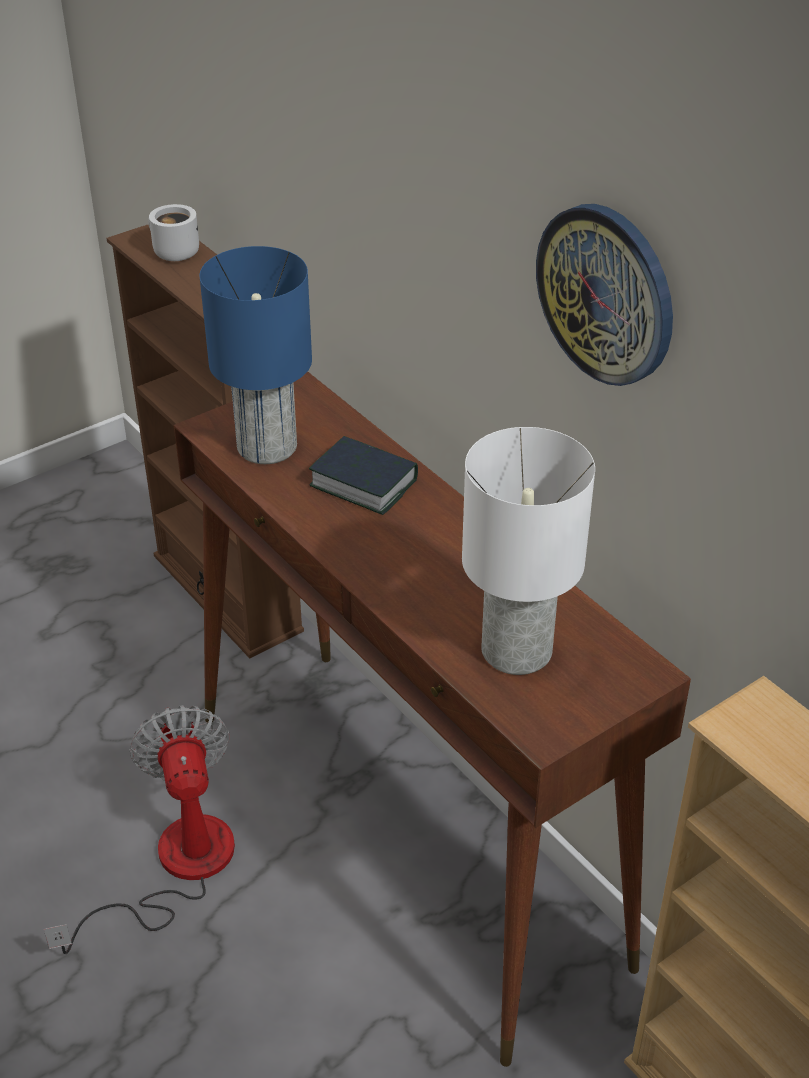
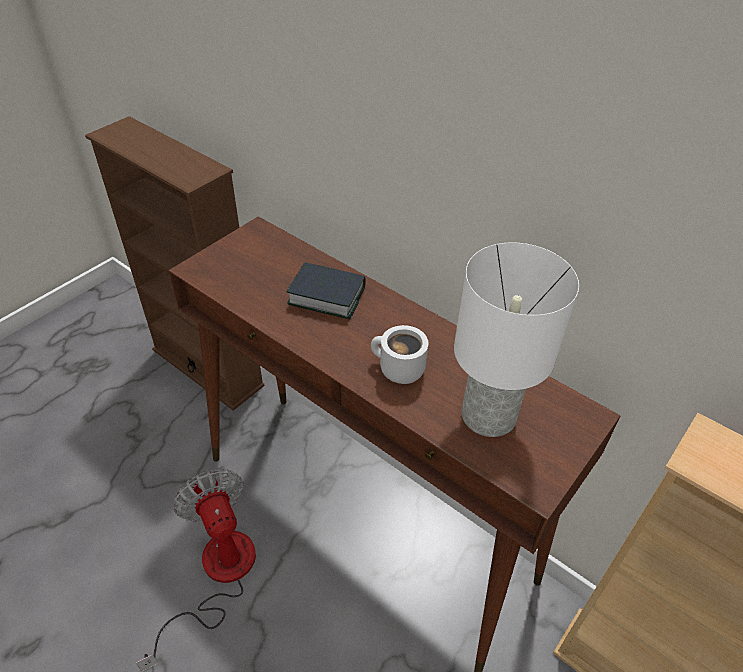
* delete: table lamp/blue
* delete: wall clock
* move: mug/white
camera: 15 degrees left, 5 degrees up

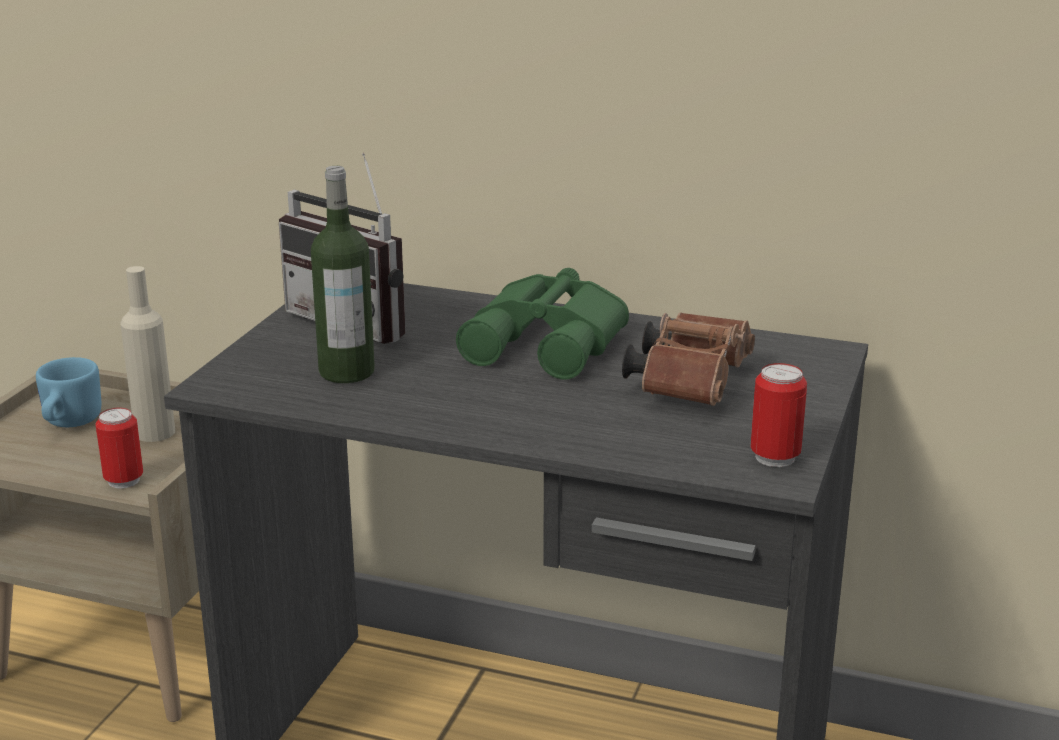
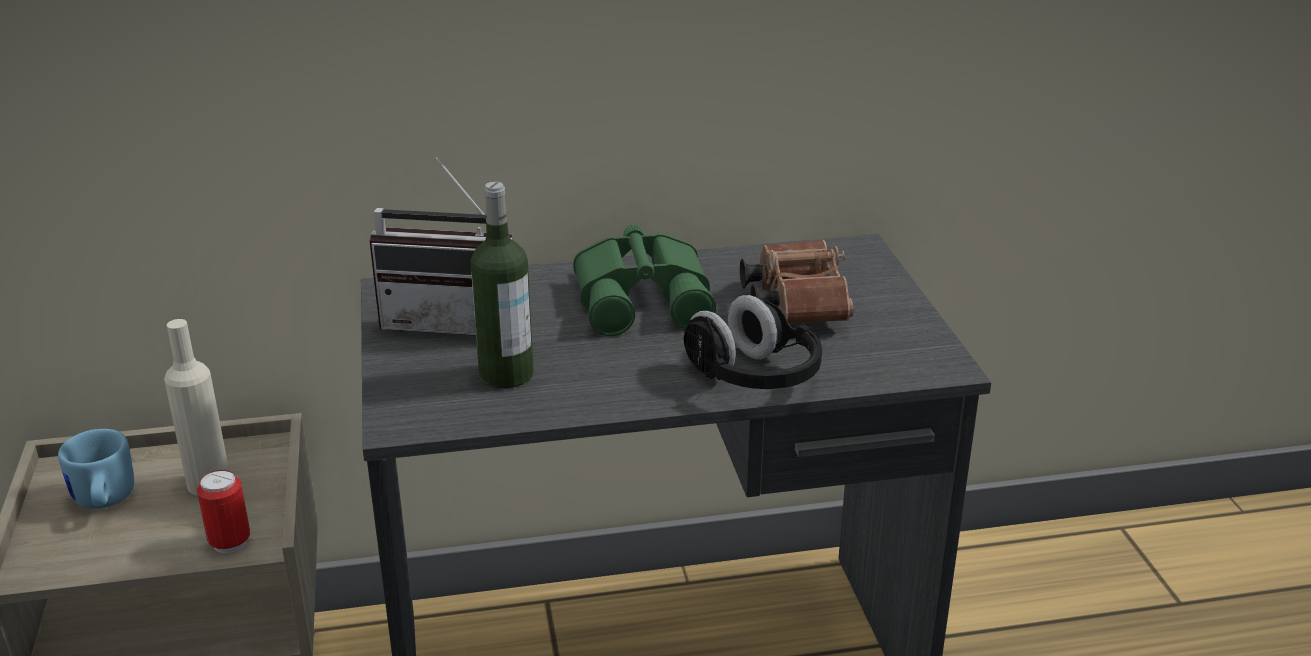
* delete: can (2nd from left)
* insert: headphones/black
camera: 30 degrees left, 5 degrees up

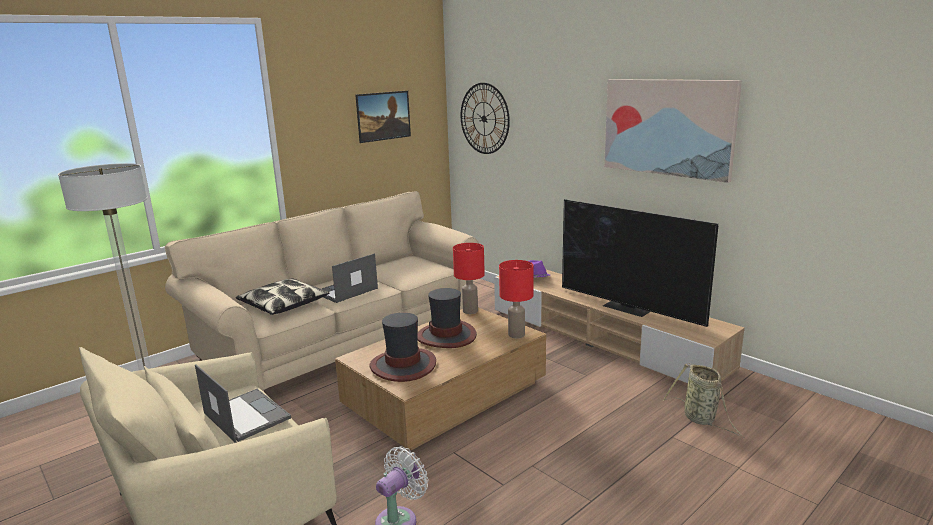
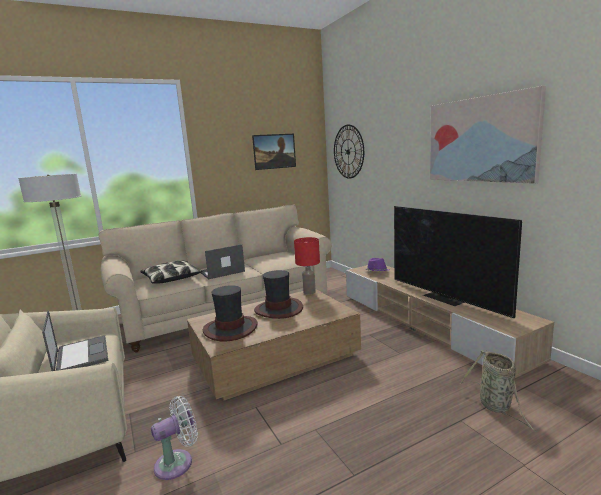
* delete: table lamp/red (2nd from left)
camera: 15 degrees right, 5 degrees down

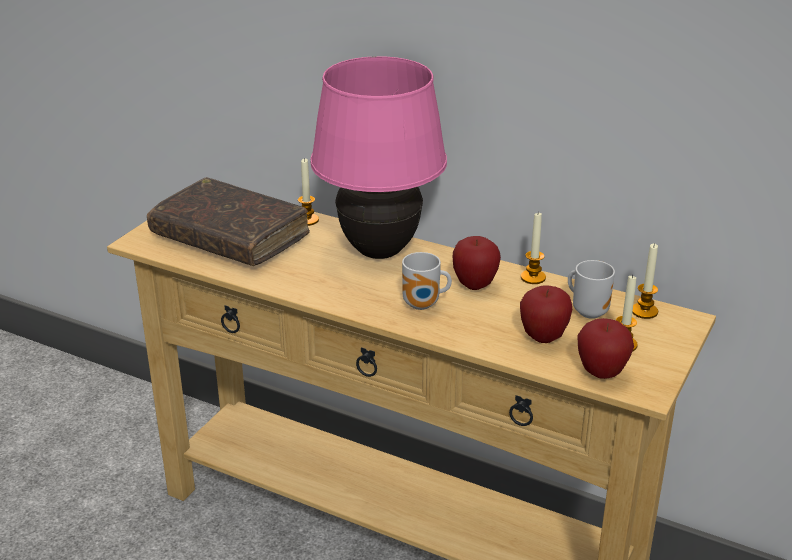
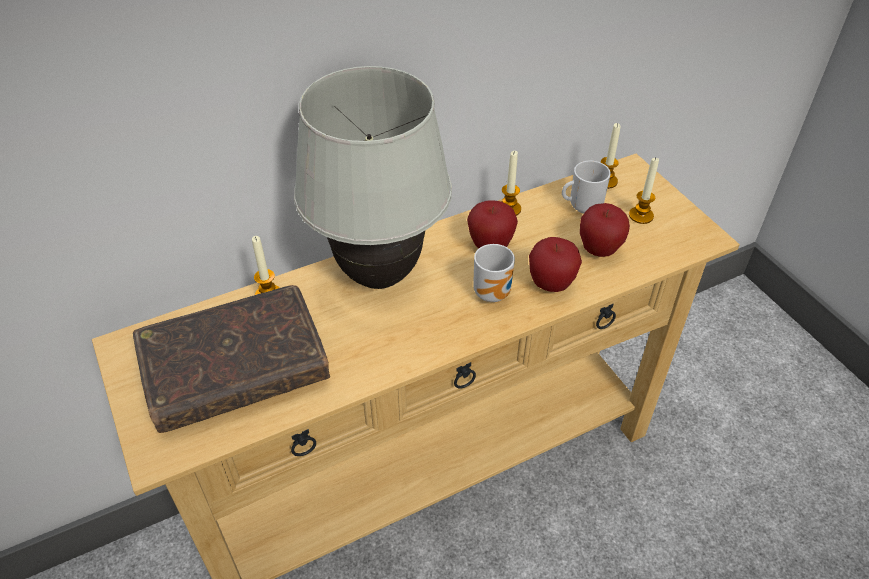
* move: apple (3rd from left in the first image) to apple (2nd from left)
* recolor: table lamp/pink to table lamp/white
camera: 55 degrees left, 15 degrees up

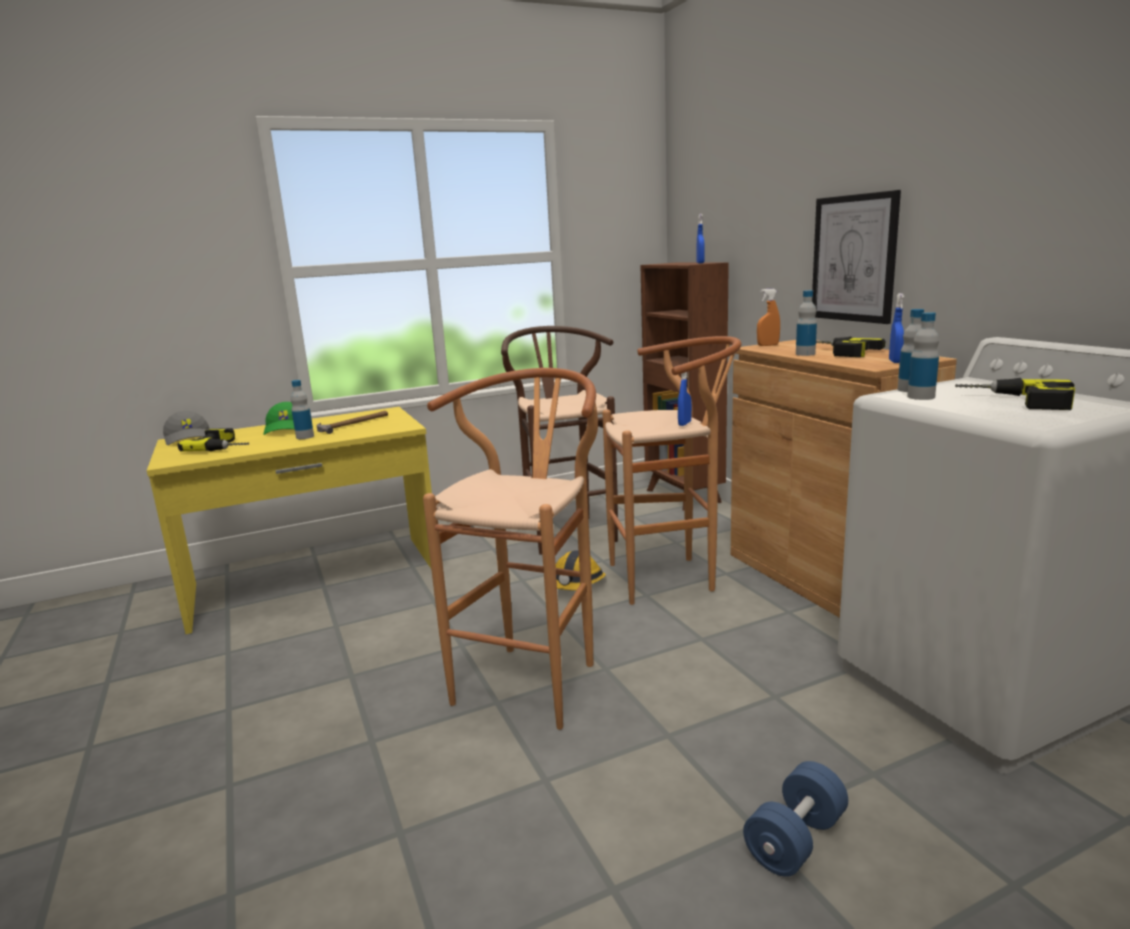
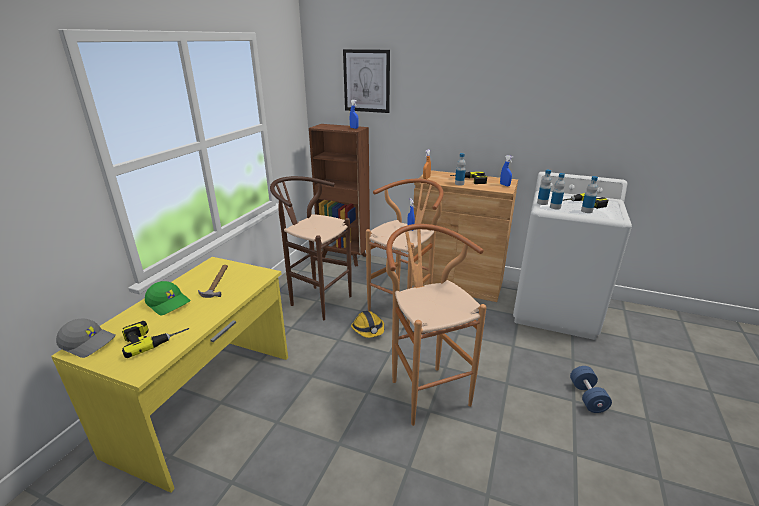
* move: bottle (1st from left in the first image) to bottle (4th from left)
* move: picture
camera: 45 degrees left, 10 degrees up

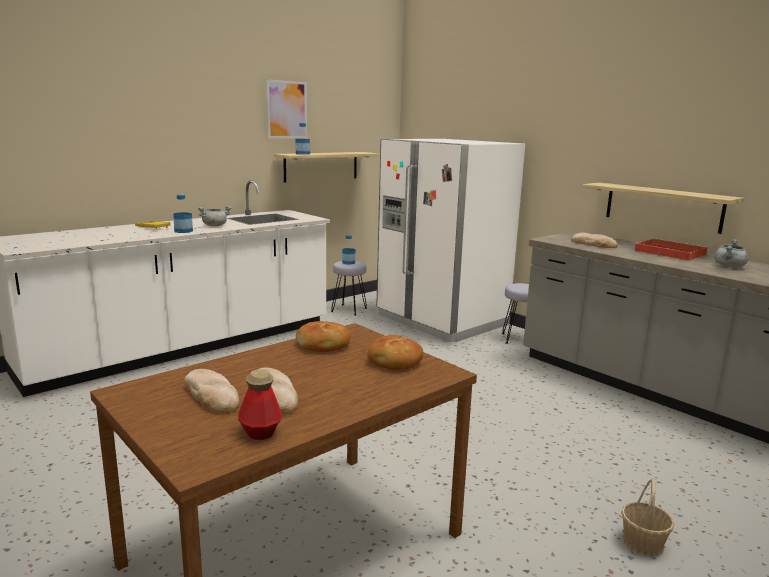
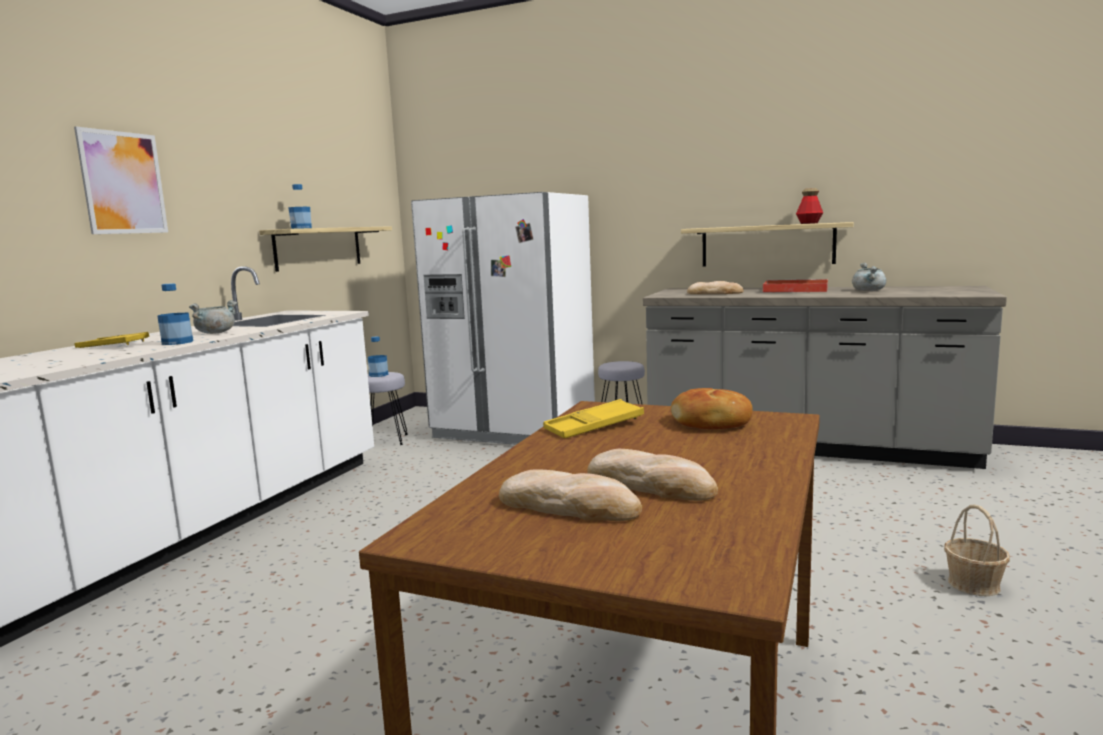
* move: bottle (2nd from left in the first image) to bottle (4th from left)
* move: picture
* replace: bread (3rd from left) to tray/yellow (2nd from left)
camera: 25 degrees left, 5 degrees down

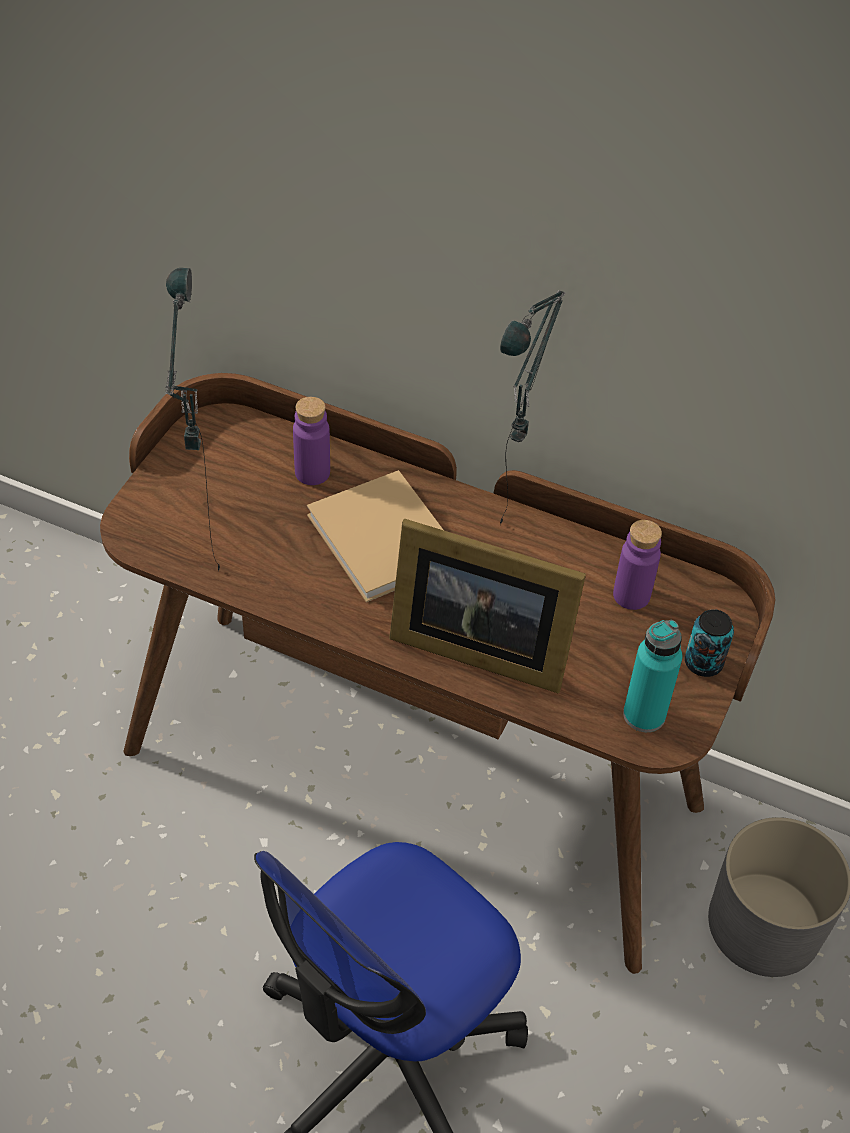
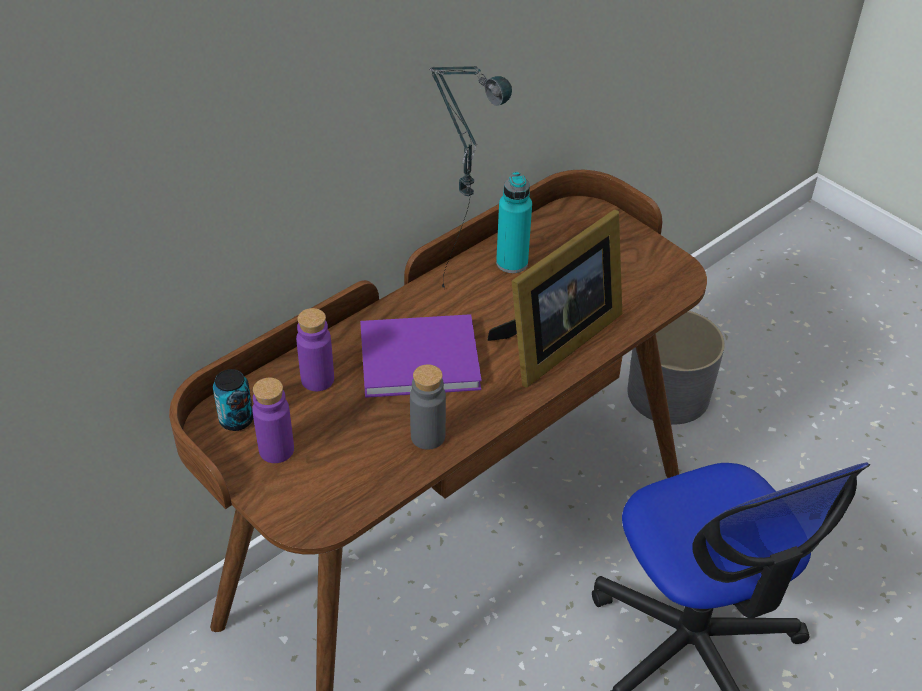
* delete: table lamp (1st from left)
* insert: bottle/grey
* move: bottle/purple (2nd from left in the first image) to bottle/purple (1st from left)
* move: bottle/turquoise
* move: can
* recolor: book/beige to book/purple
camera: 65 degrees left, 5 degrees down

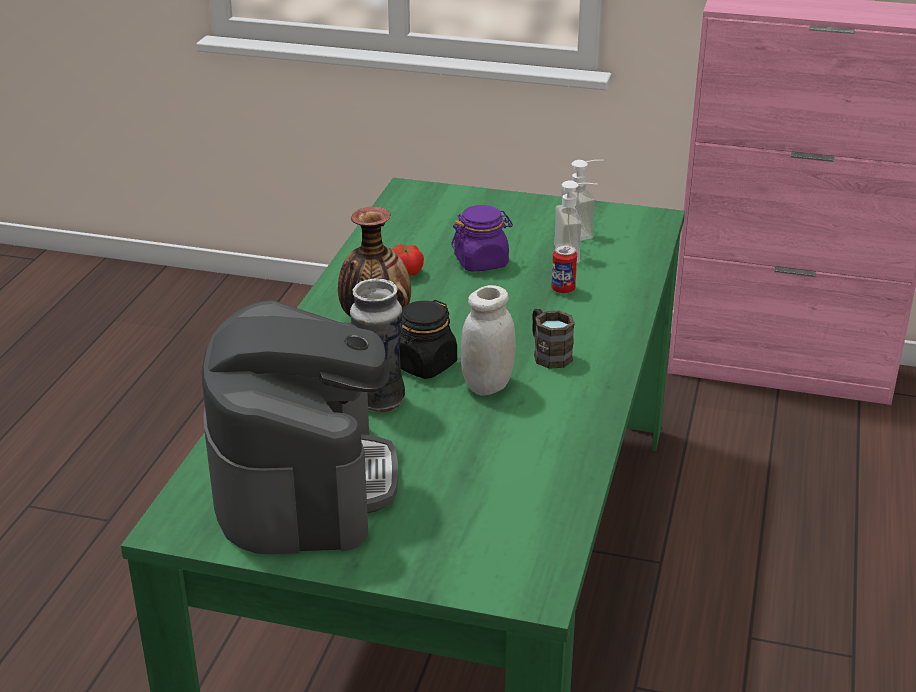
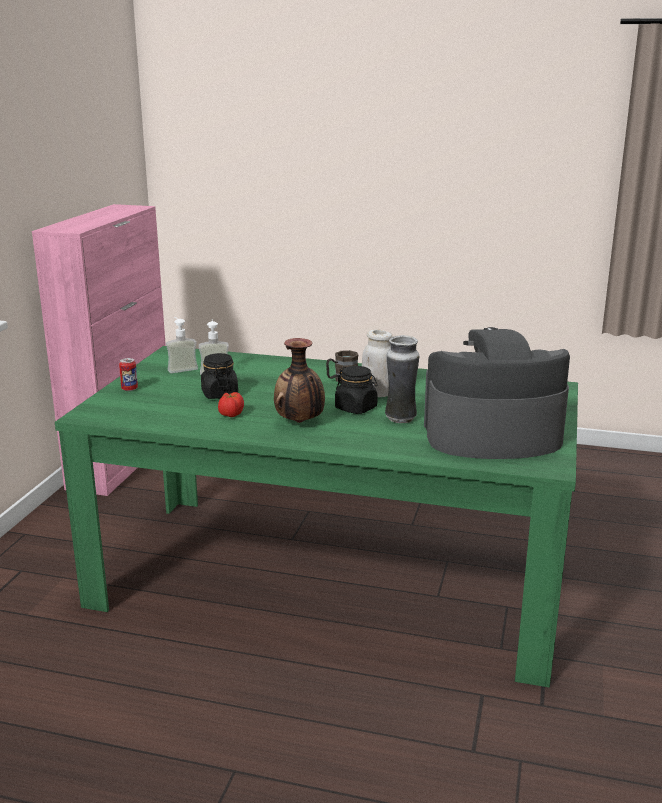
* move: can
* recolor: jar/purple to jar/black (1st from left)
camera: 90 degrees left, 10 degrees down

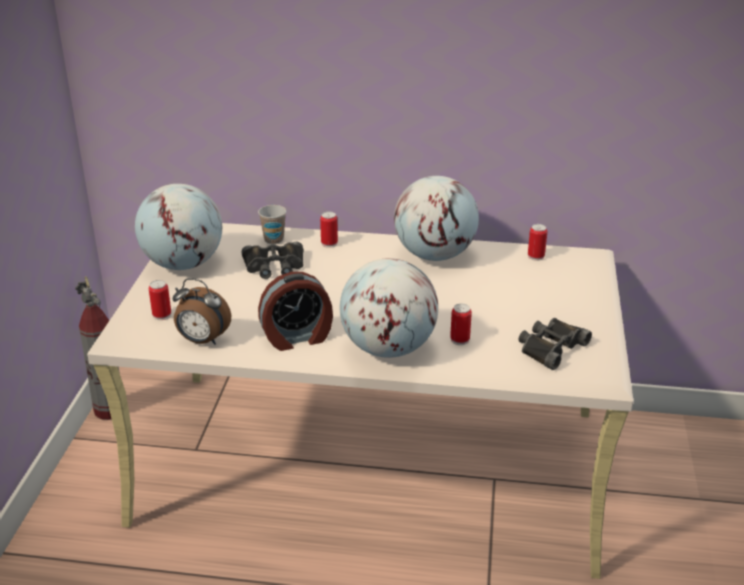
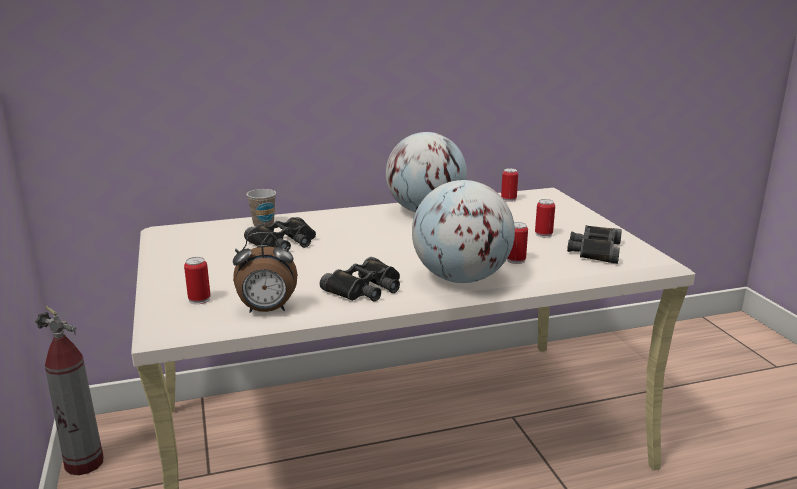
* delete: globe (1st from left)
* move: can (2nd from left in the first image) to can (4th from left)
* replace: alarm clock (2nd from left) to binoculars/black (2nd from left)
camera: 25 degrees left, 10 degrees down

